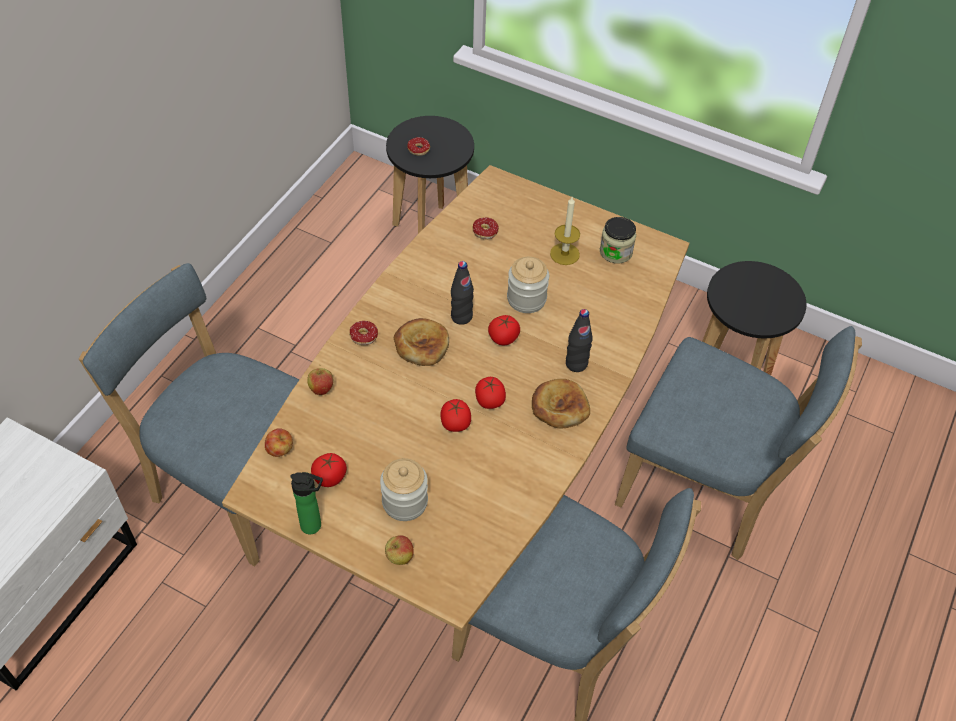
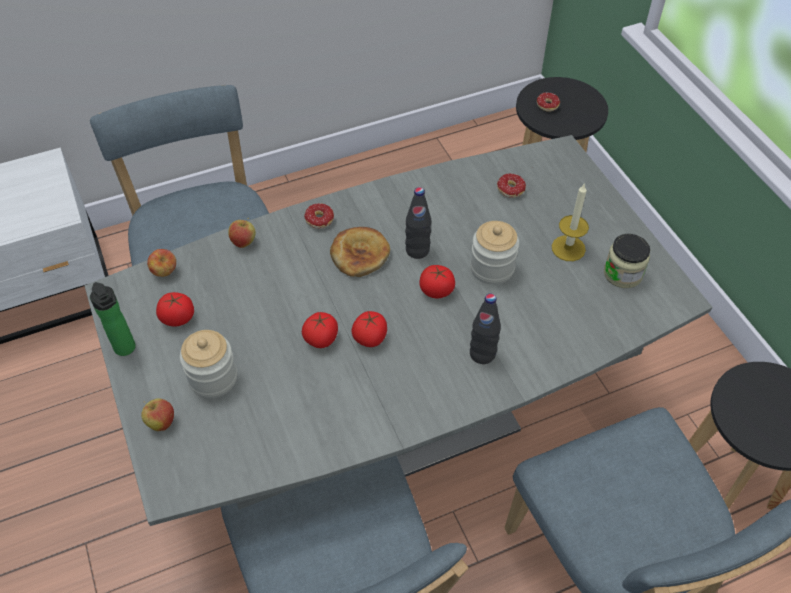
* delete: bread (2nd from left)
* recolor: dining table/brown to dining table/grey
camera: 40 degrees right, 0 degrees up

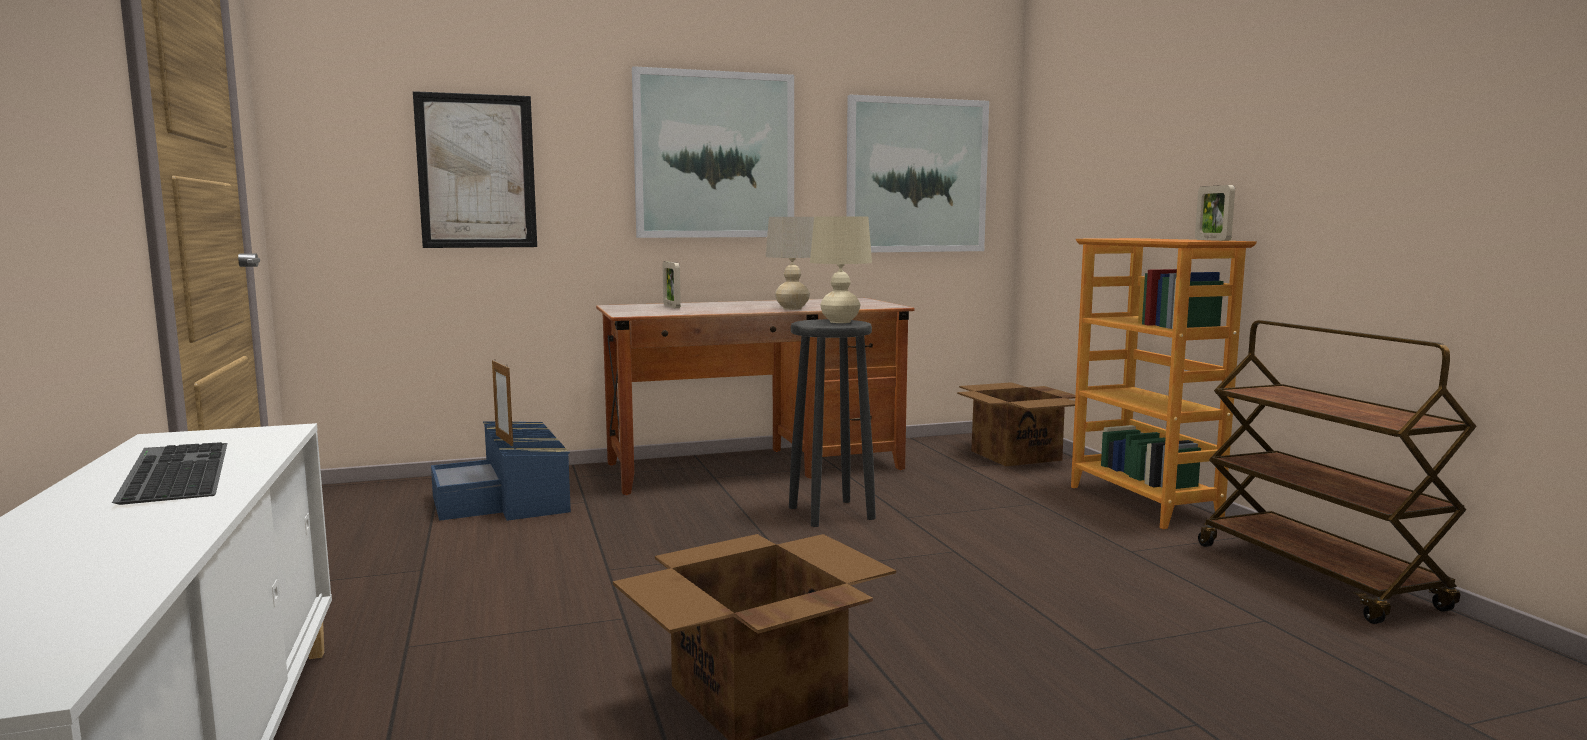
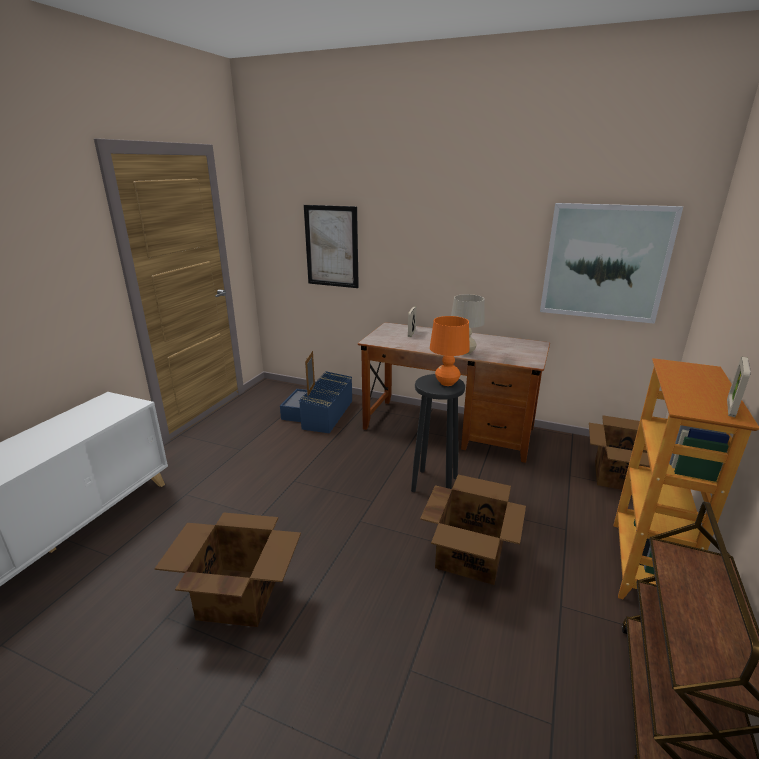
* delete: keyboard
* delete: picture (2nd from left)
* insert: cardboard box (2nd from left)
* recolor: table lamp/beige (2nd from left) to table lamp/orange
camera: 40 degrees right, 15 degrees up

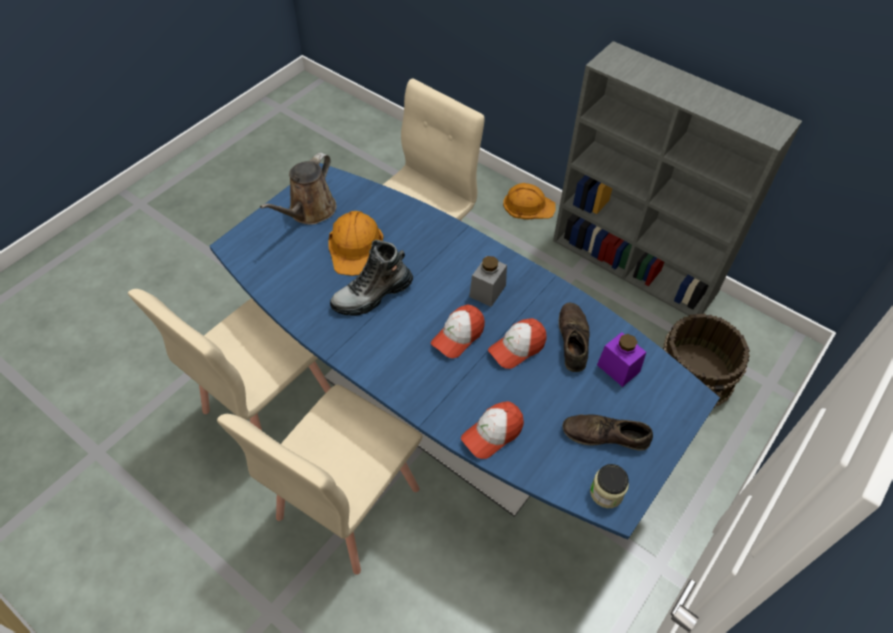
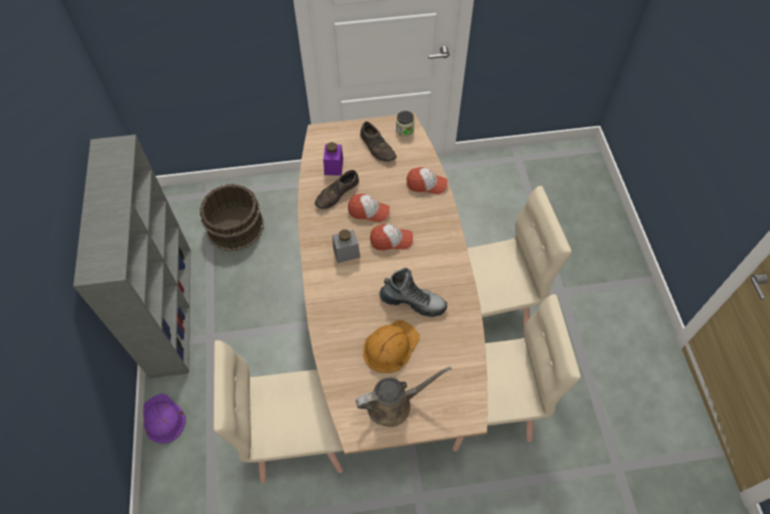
* recolor: dining table/blue to dining table/brown
* recolor: hard hat/orange (2nd from left) to hard hat/purple
camera: 135 degrees left, 5 degrees up

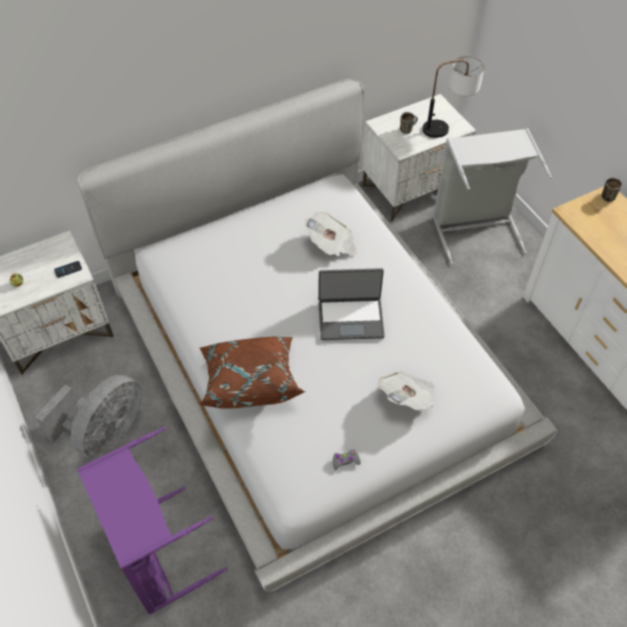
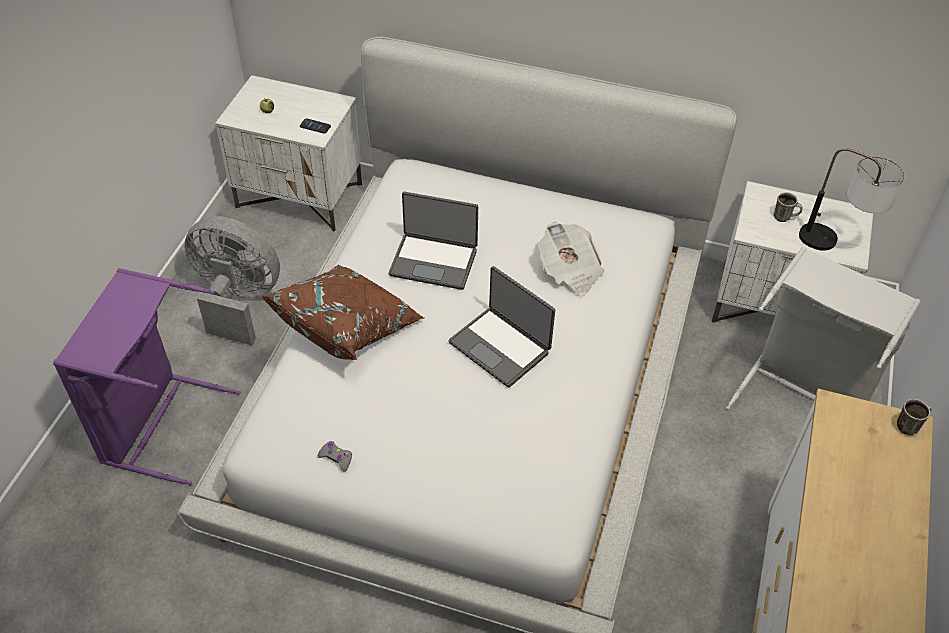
* delete: newspaper (2nd from left)
* insert: laptop (1st from left)
* rotate: fan/grey 150 degrees counterclockwise
camera: 45 degrees right, 5 degrees down

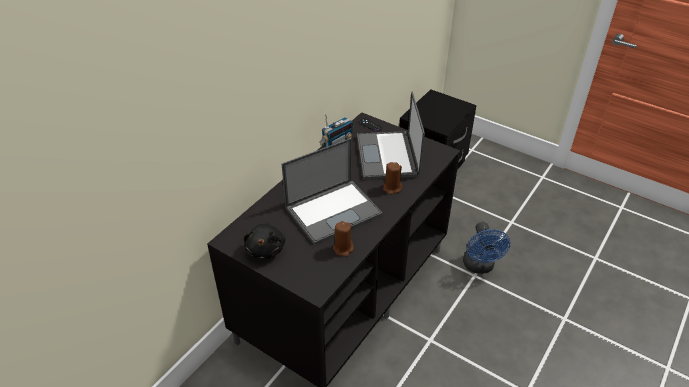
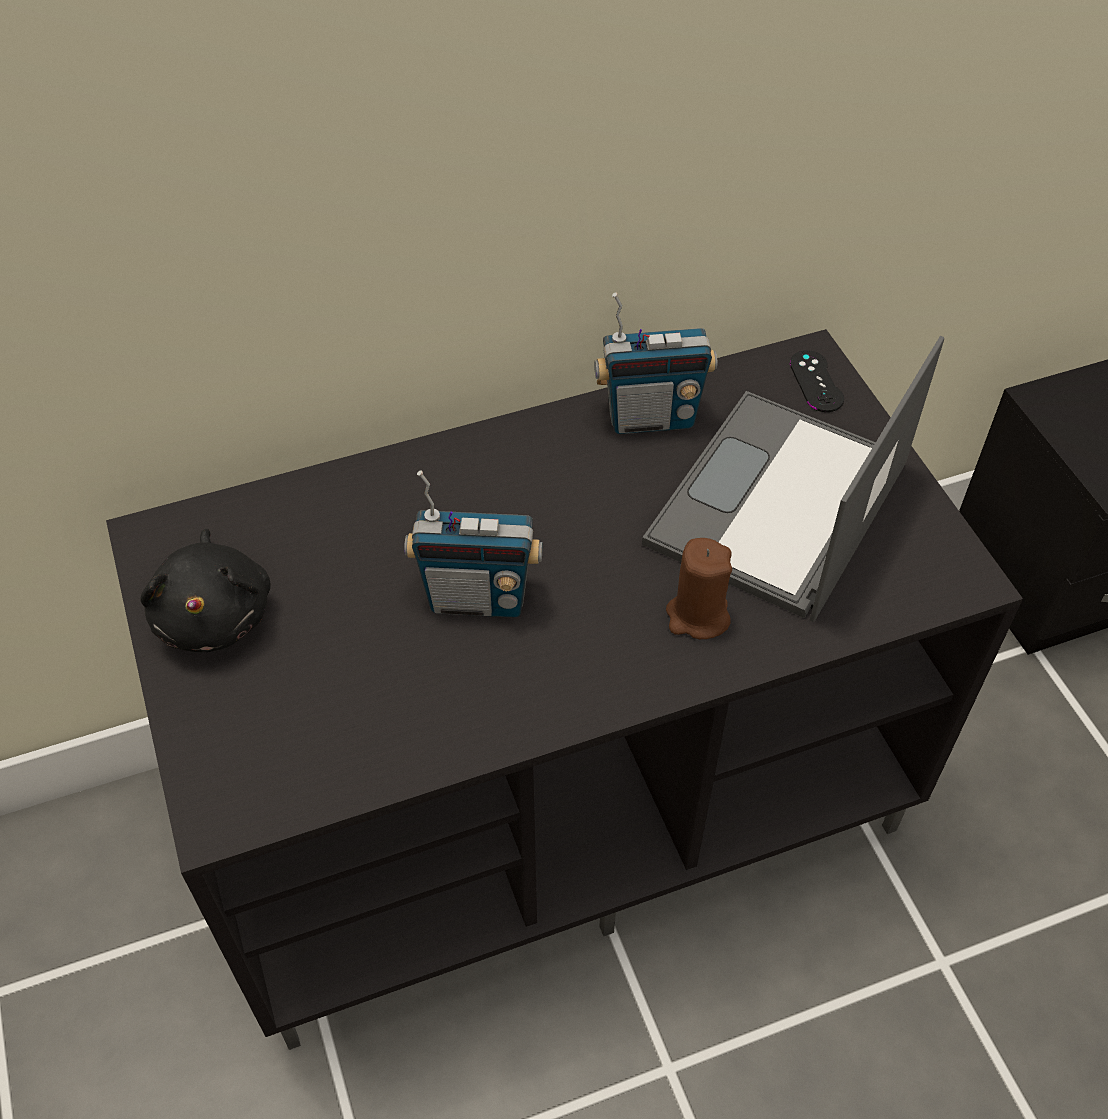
* delete: candle/brown (1st from left)
* delete: fan/blue
* replace: laptop (1st from left) to radio (1st from left)
* rotate: plush toy/black 45 degrees counterclockwise
camera: 35 degrees right, 10 degrees up

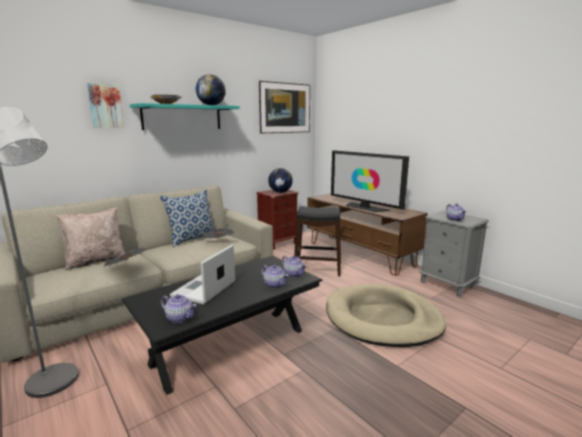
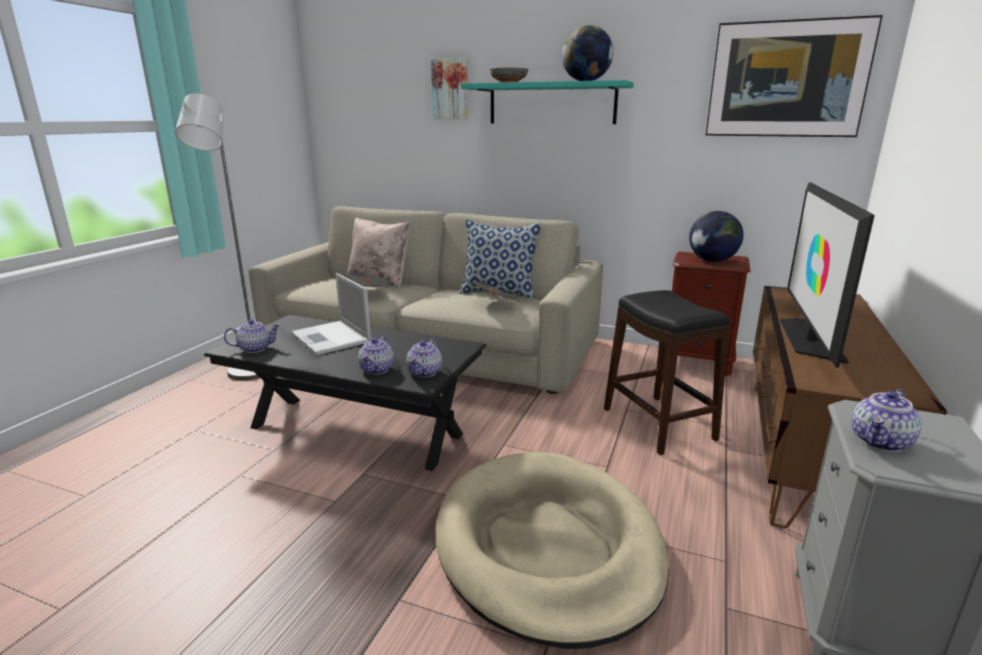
* rotate: teapot (1st from left) 105 degrees counterclockwise
* rotate: laptop 120 degrees counterclockwise
camera: 60 degrees right, 5 degrees up

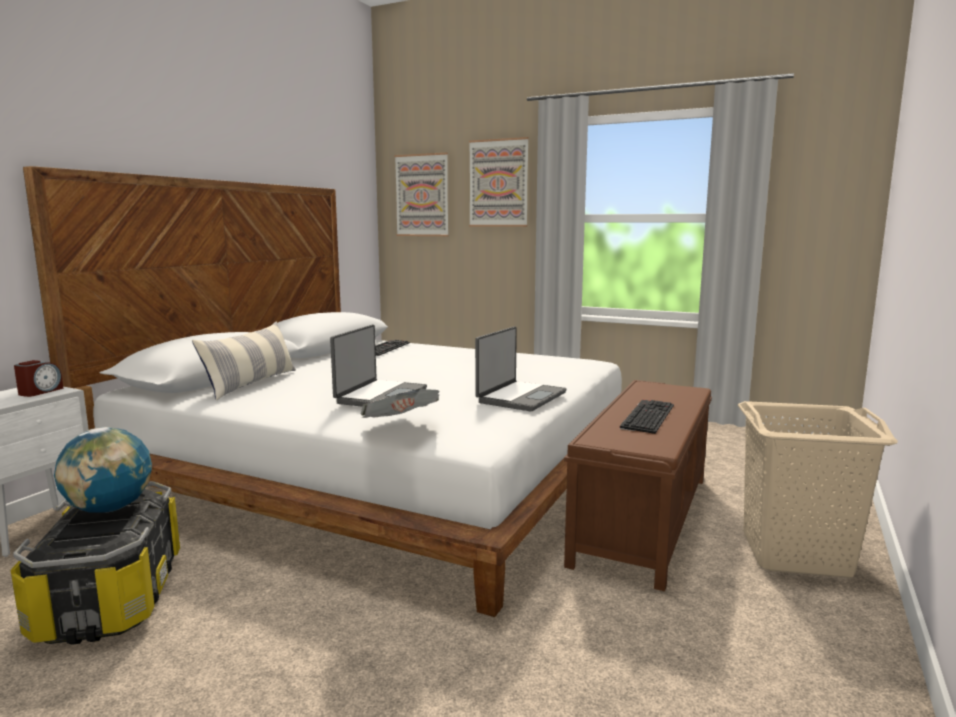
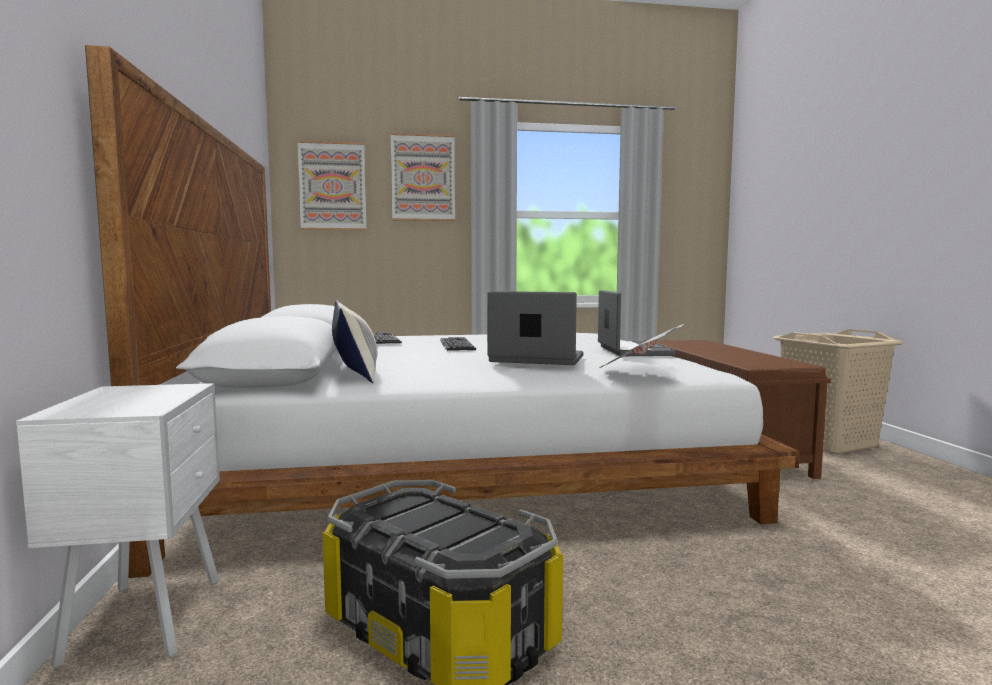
* delete: alarm clock
* delete: globe
* move: keyboard (2nd from left)
* rotate: laptop (1st from left) 60 degrees counterclockwise
camera: 35 degrees left, 5 degrees down

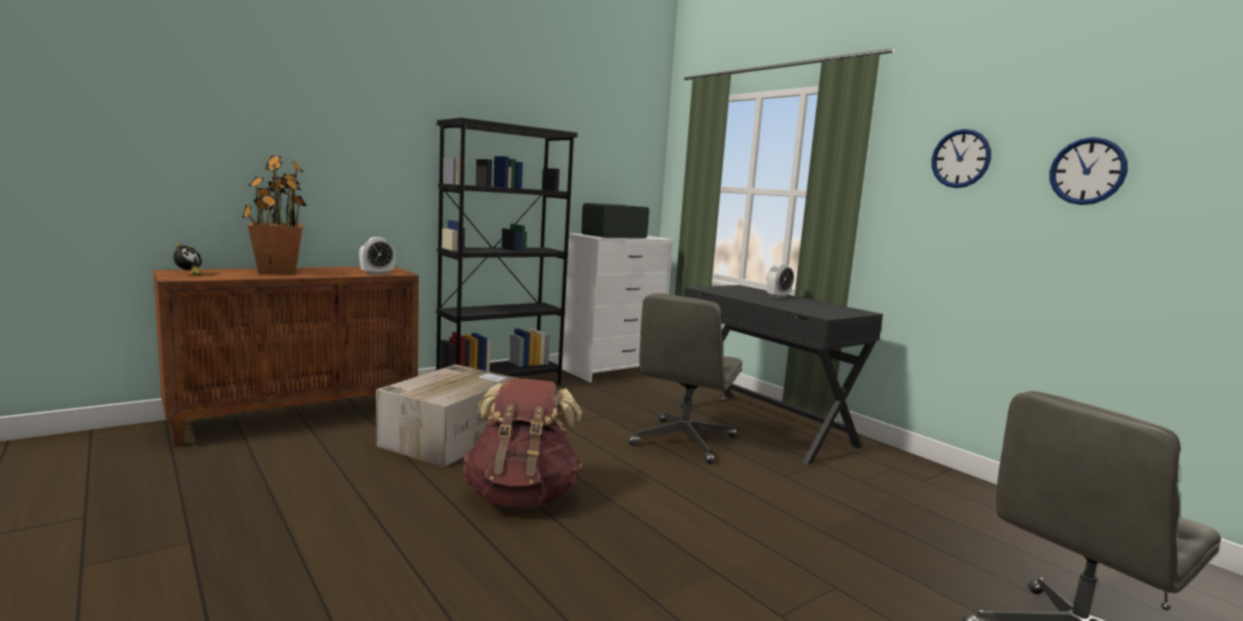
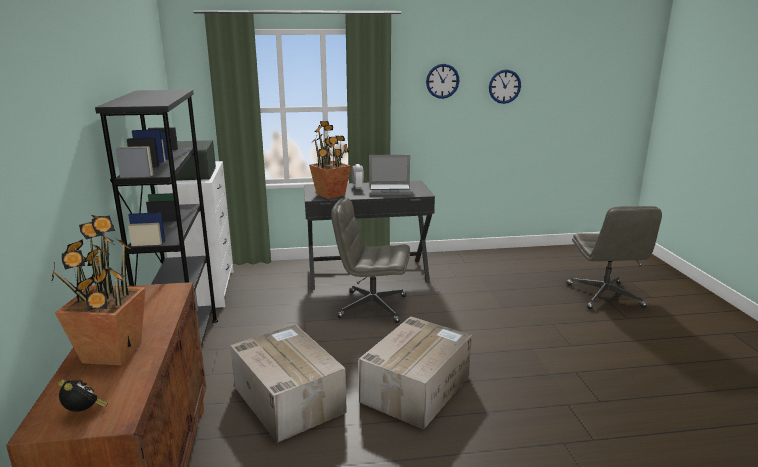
* delete: alarm clock (2nd from left)
* insert: potted plant (2nd from left)
* insert: laptop
* replace: backpack/brown to cardboard box (2nd from left)
* rotate: office chair/grey (1st from left) 135 degrees clockwise
camera: 60 degrees left, 10 degrees up

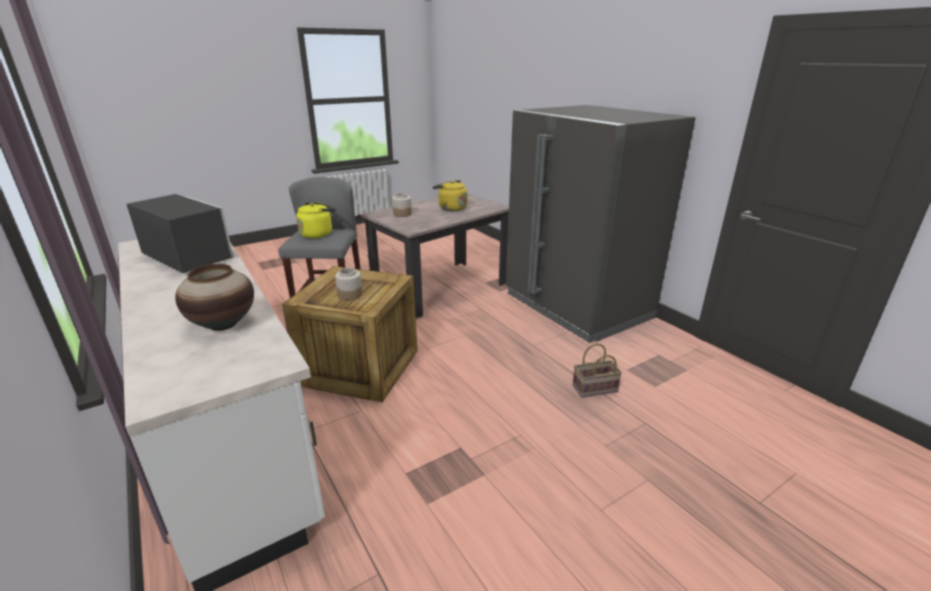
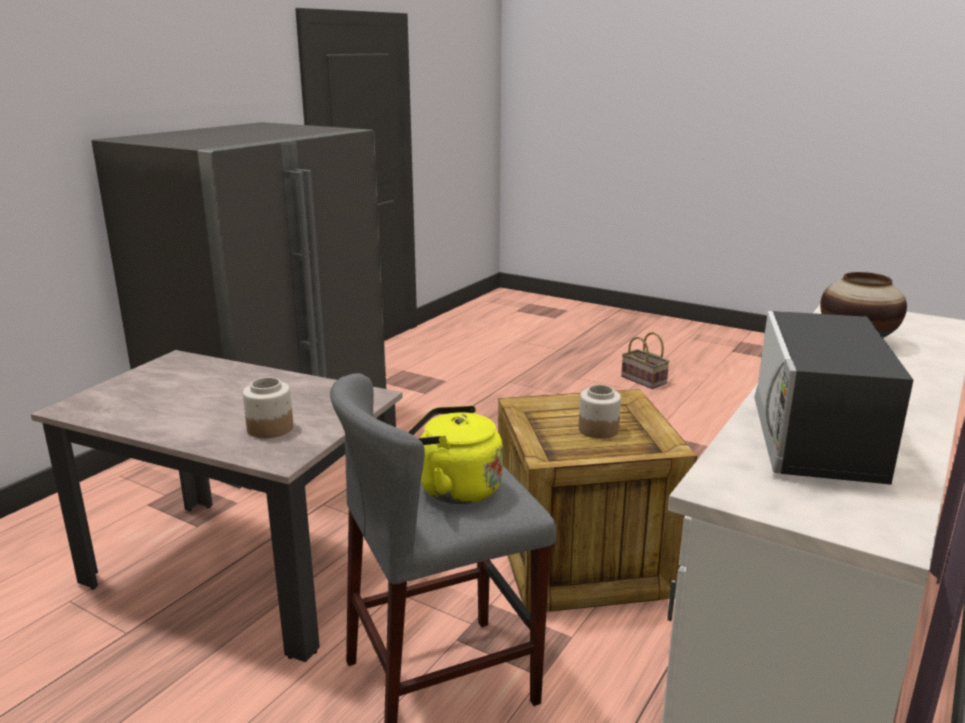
* delete: kettle/yellow (2nd from left)
* move: basket
camera: 115 degrees left, 5 degrees down

